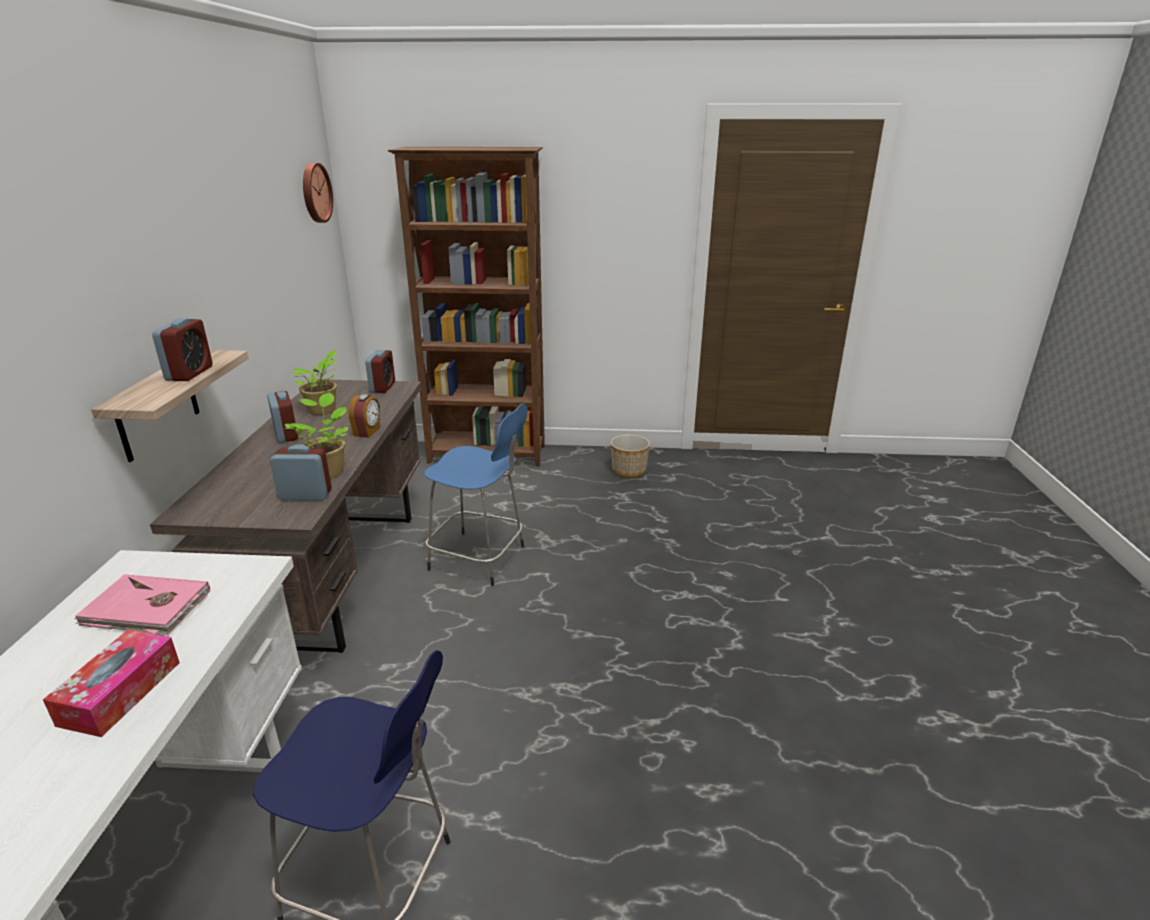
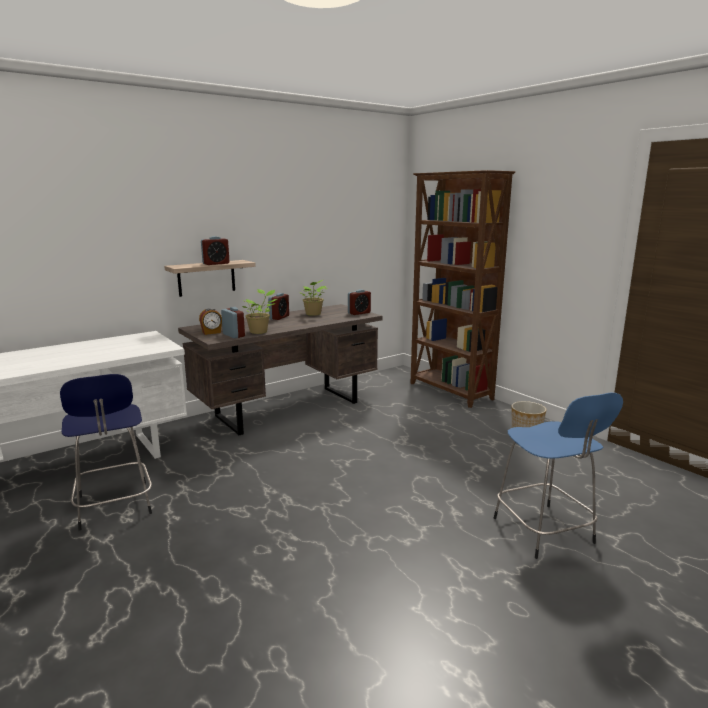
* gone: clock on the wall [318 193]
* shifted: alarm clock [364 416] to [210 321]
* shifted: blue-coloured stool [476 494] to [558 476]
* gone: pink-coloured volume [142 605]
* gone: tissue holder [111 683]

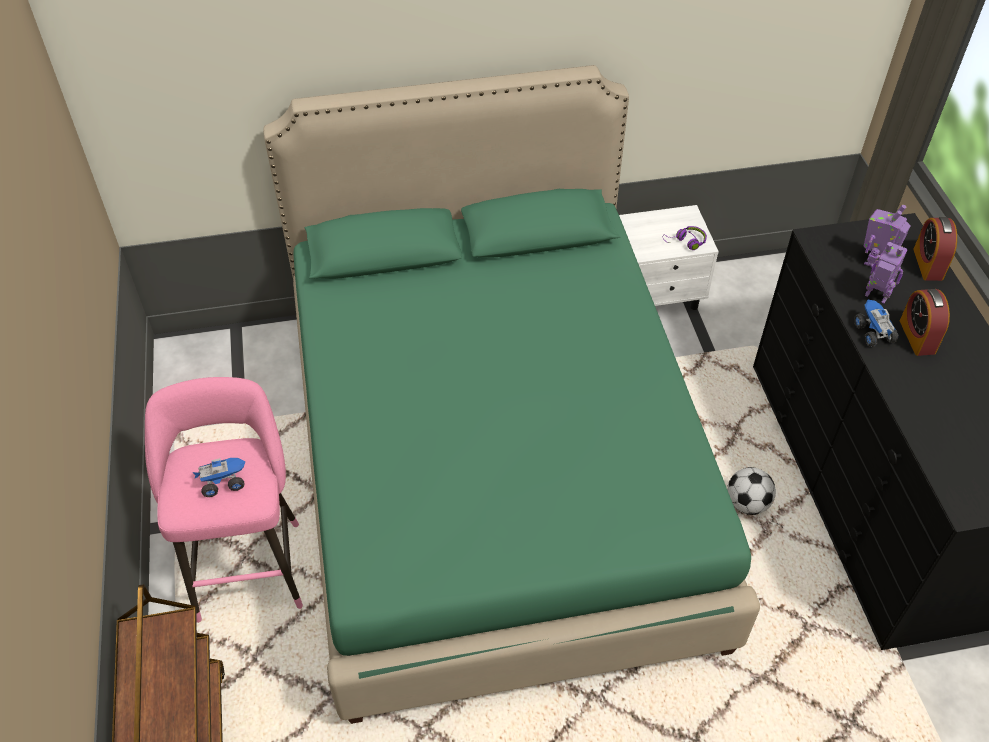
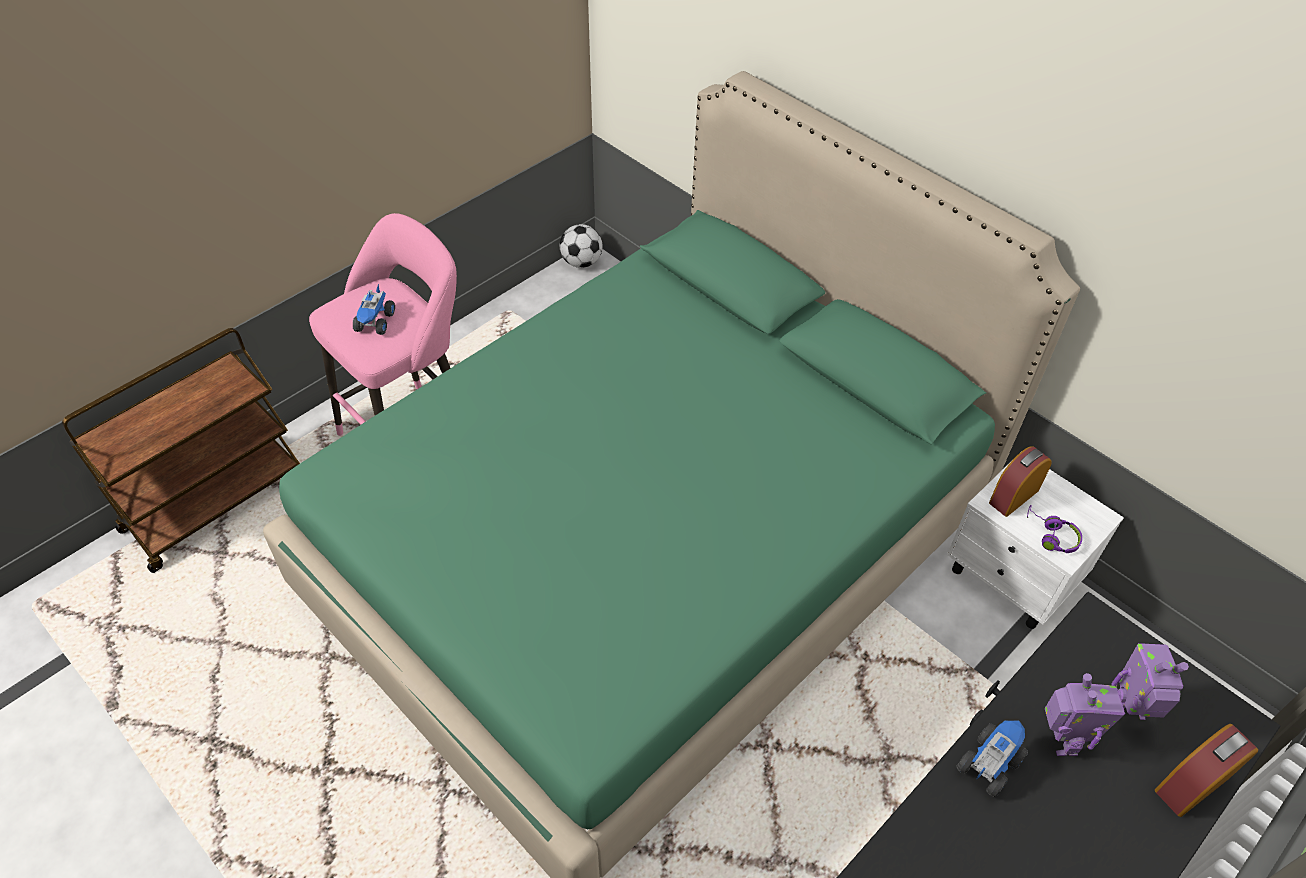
* shifted: alarm clock [925 322] to [1020 481]
* rotated: toy truck [219 477] = [374 309] 60 degrees clockwise
* shifted: ball for football [751 491] to [581 246]

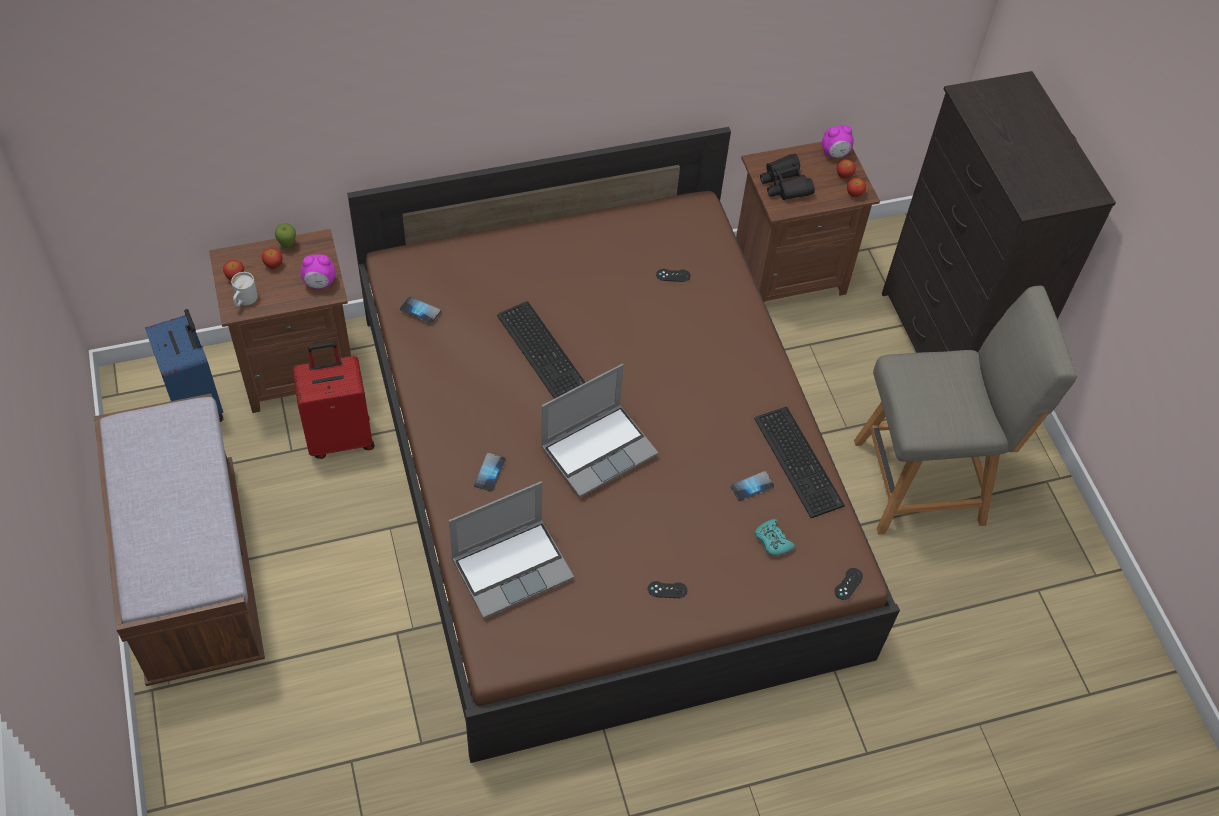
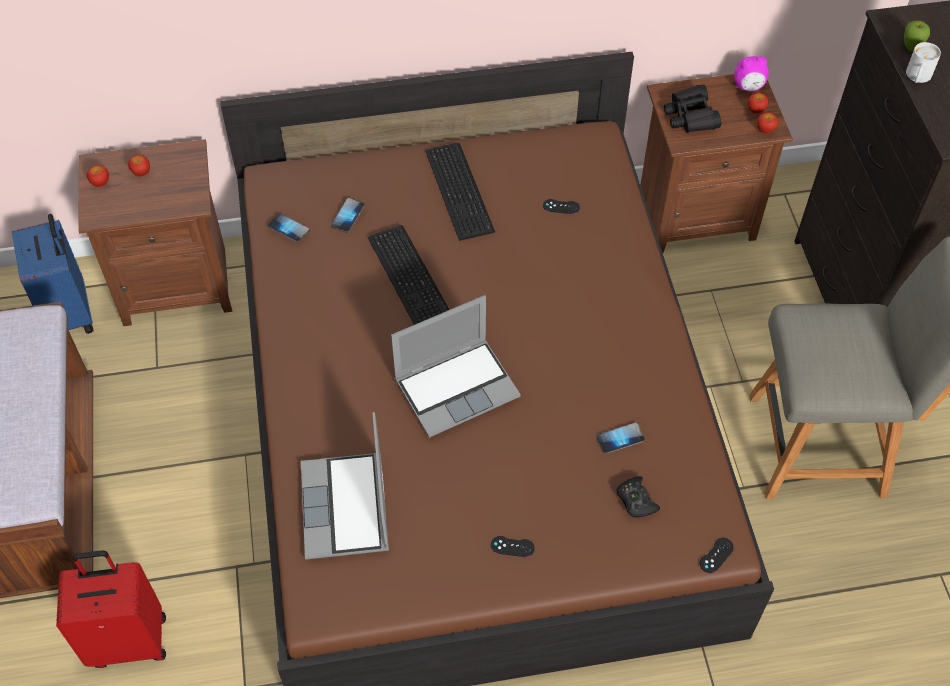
* shifted: apple [285 235] to [917 35]
* gone: alarm clock [318 271]
* shifted: white-coloured coffee mug [244 289] to [923 62]
* shifted: reddish suitcase [333 400] to [111 609]
* shifted: computer keyboard [799 462] to [460 192]
* shifted: phone [490 472] to [348 215]
* rotated: portable computer [511 550] = [345 486] 105 degrees clockwise
* repainted: turquoise-coloured gamepad [775 537] to black gamepad [638 496]

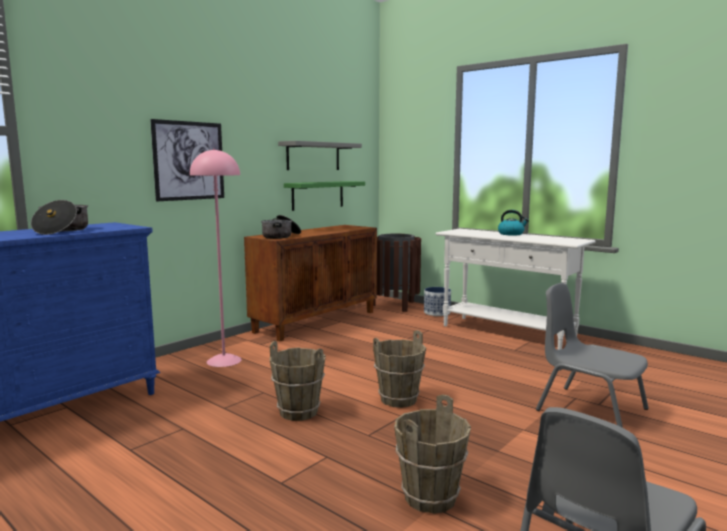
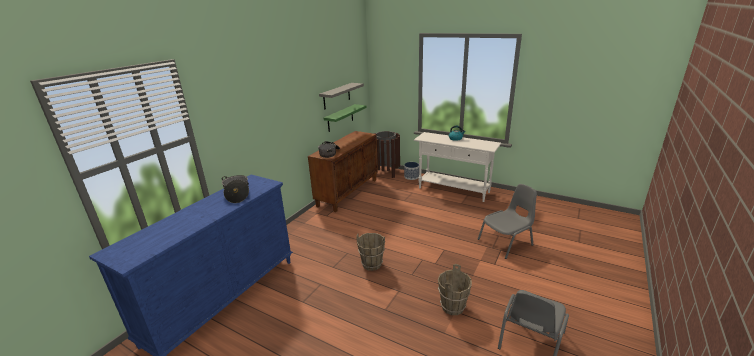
* gone: wall picture [187 160]
* gone: pink-coloured standing lamp [216 258]
* rotated: greyish plain chair [592 355] = [507 221] 120 degrees clockwise
* gone: brown-coloured bucket [399 369]

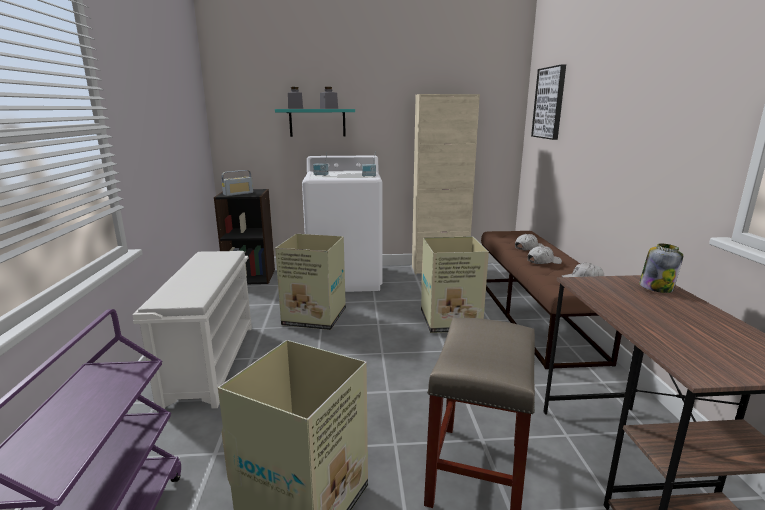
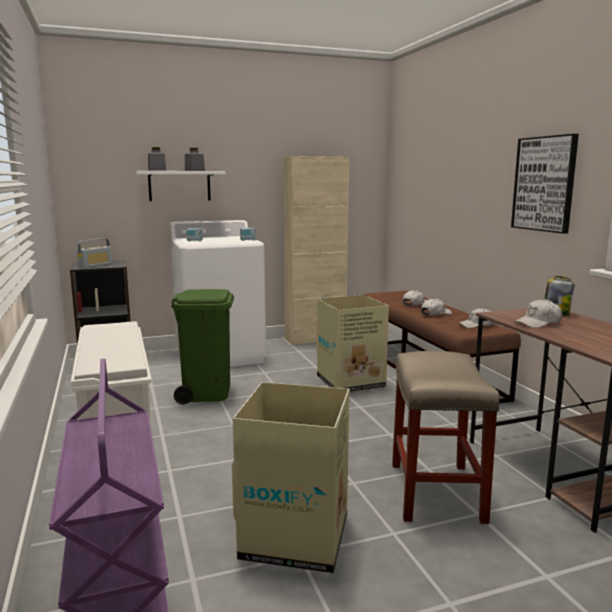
* shifted: wall picture [548 102] to [545 184]
* repainted: turquoise-coloured bracket shelf [315 123] to white-coloured bracket shelf [180 186]
* swapped: packing box [310 282] to green rubbish bin [202 346]
* new: white-coloured baseball cap [538 313]

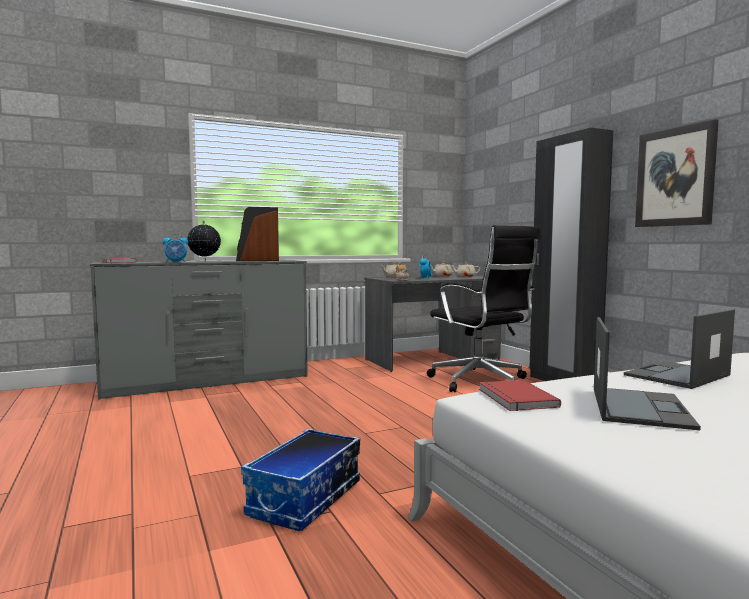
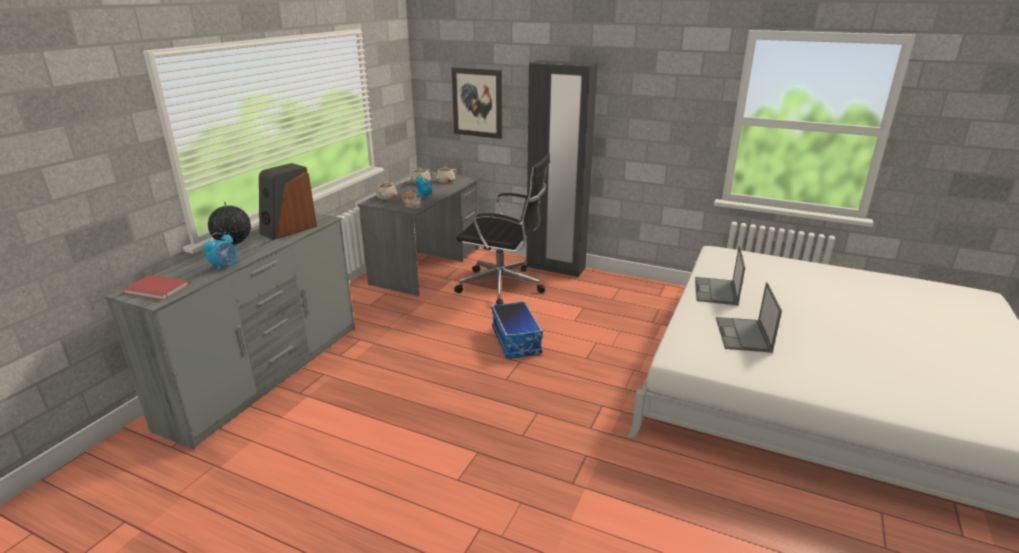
* shifted: wall picture [677 173] to [477 103]
* rotated: portable computer [647 373] = [749 317] 150 degrees counterclockwise
* gone: reddish volume [520 395]
* shifted: storage bin [300 480] to [517 330]

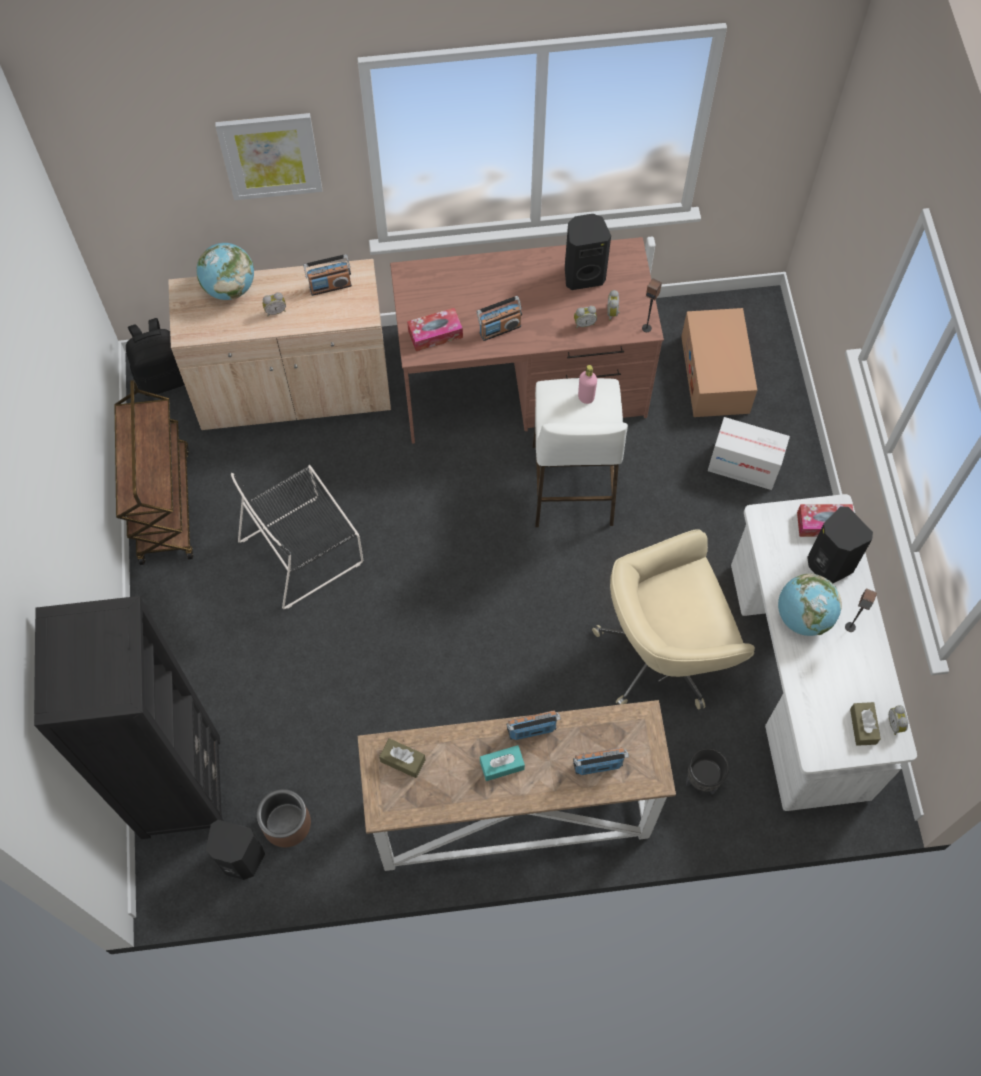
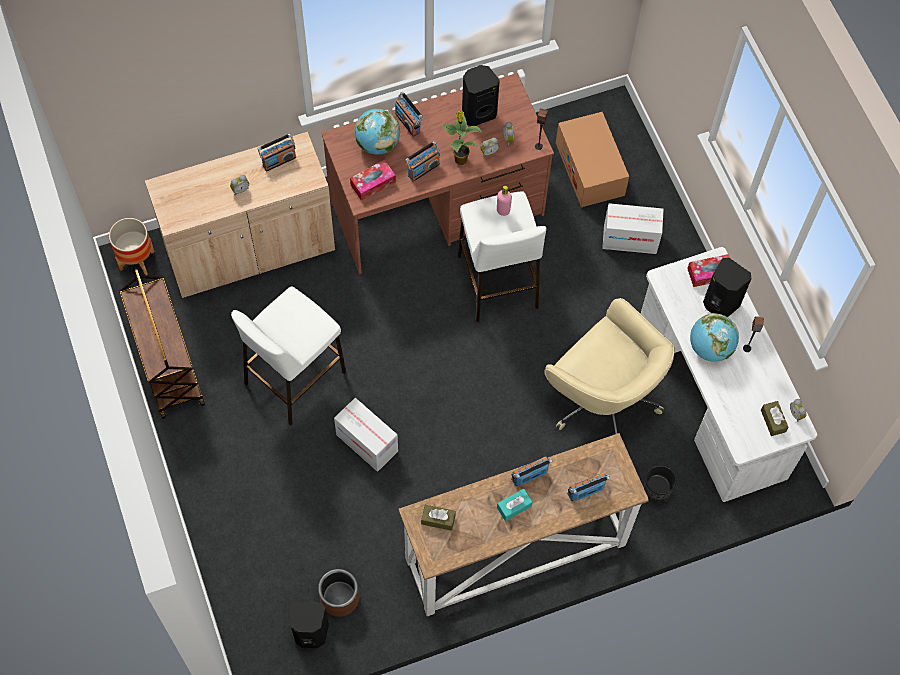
* gone: wall picture [268 156]
* shifted: world globe [225 271] to [377 132]
* swapped: black backpack [155 357] to plant pot [132 246]
* swapped: black plain chair [297 537] to white-coloured stool [289 356]
* rotated: beige office chair [673 619] = [609 366] 105 degrees counterclockwise
* gone: black bookshelf [129 717]
* new: radio set [409 114]
* new: houseplant [463 138]
* new: packing box [366 435]

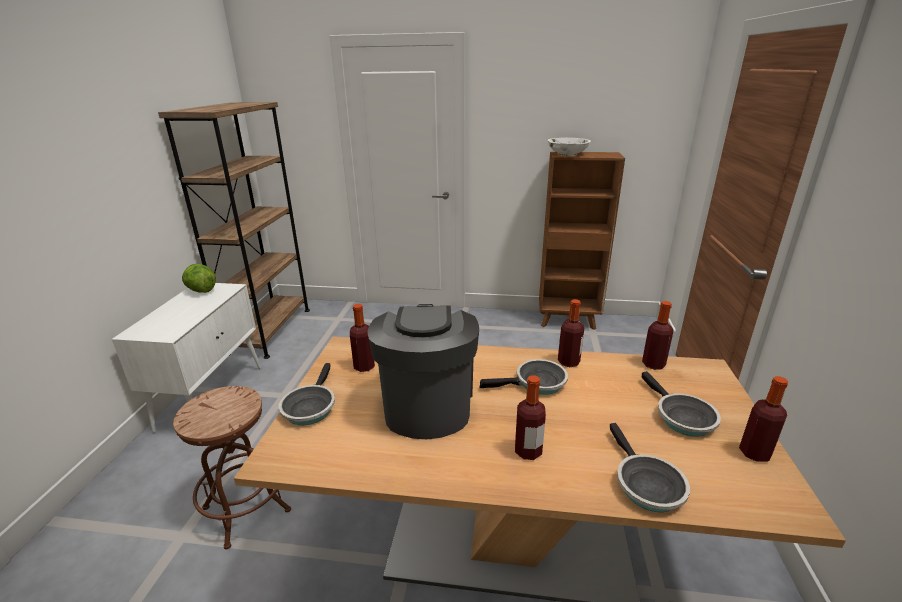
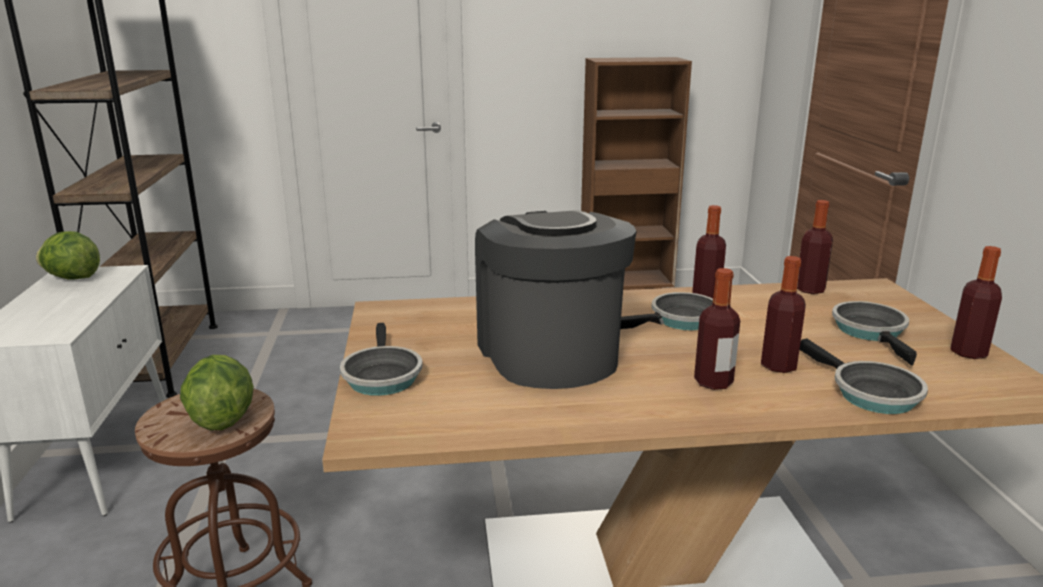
* gone: white-coloured bowl [569 147]
* shifted: drink bottle [362 338] to [783 314]
* rotated: frying pan [681 404] = [874 333] 150 degrees counterclockwise
* new: head of lettuce [217 392]

